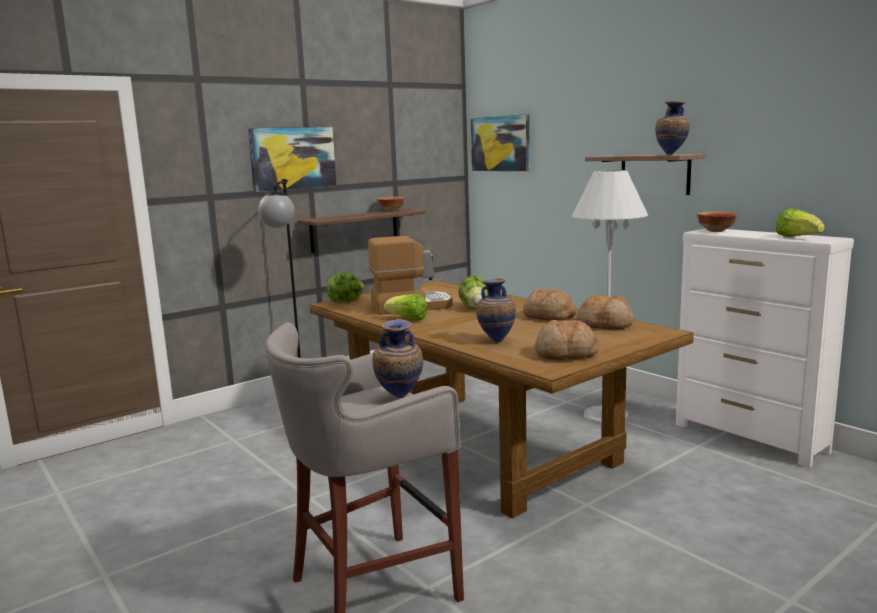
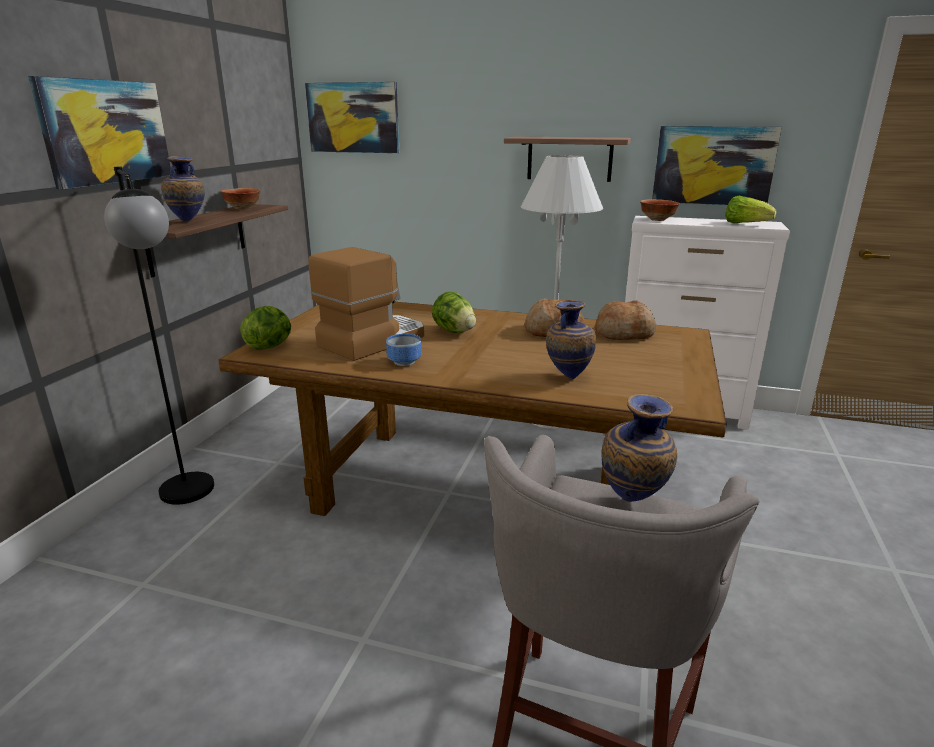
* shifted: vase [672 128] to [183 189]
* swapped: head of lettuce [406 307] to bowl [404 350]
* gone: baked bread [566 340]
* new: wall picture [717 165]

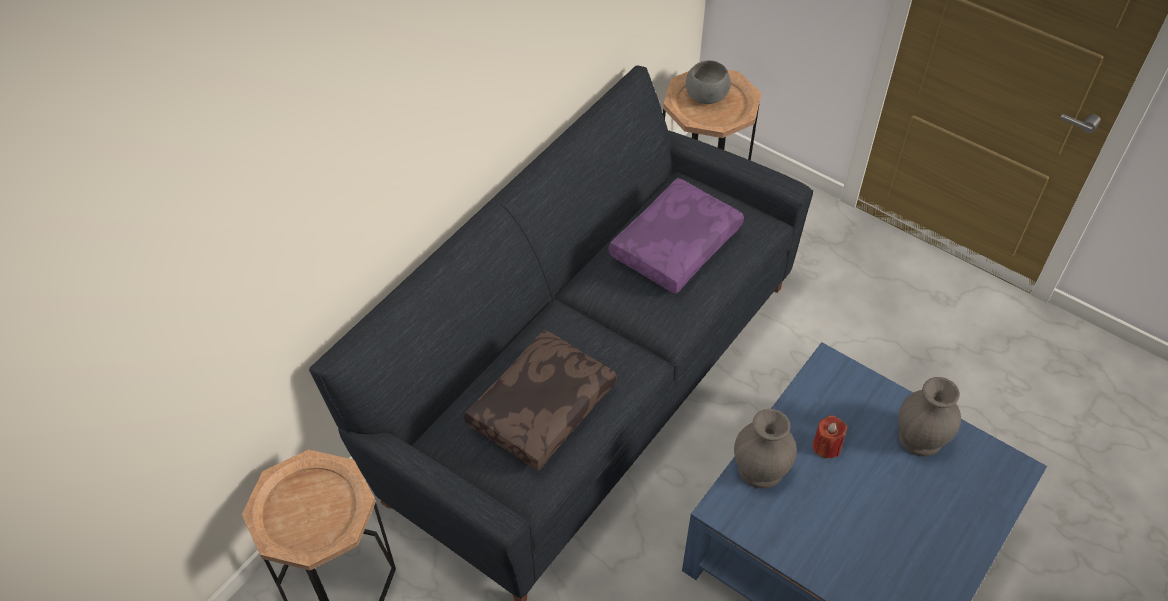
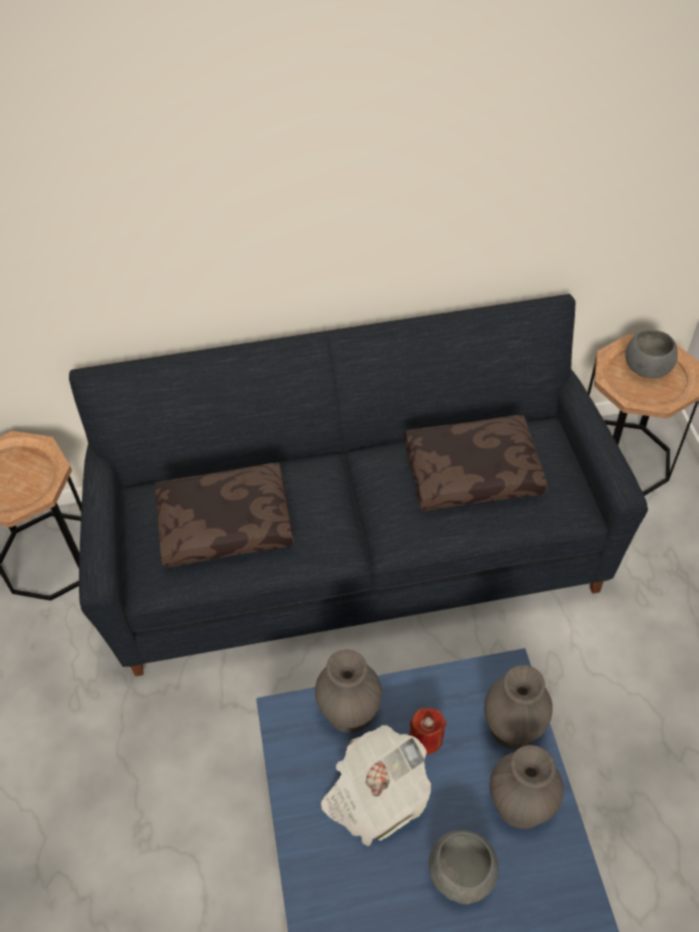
* repainted: purplish throw pillow [676 236] to brown-coloured throw pillow [475 463]
* new: greyish vase [518 707]
* new: daily paper [376 785]
* new: greyish bowl [464 867]

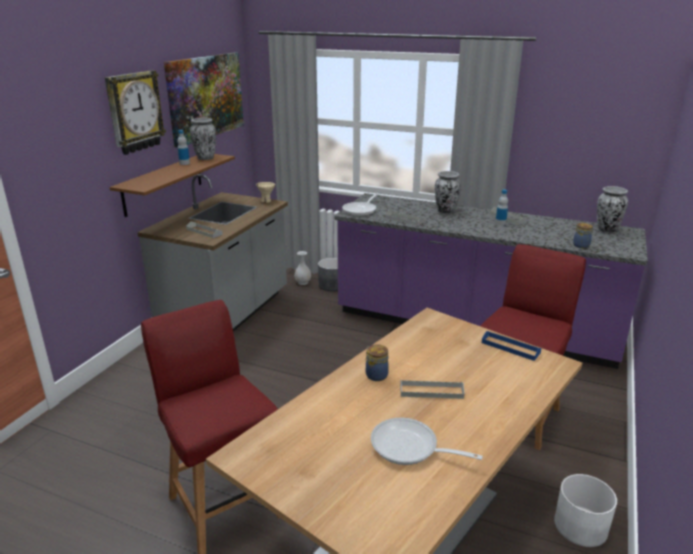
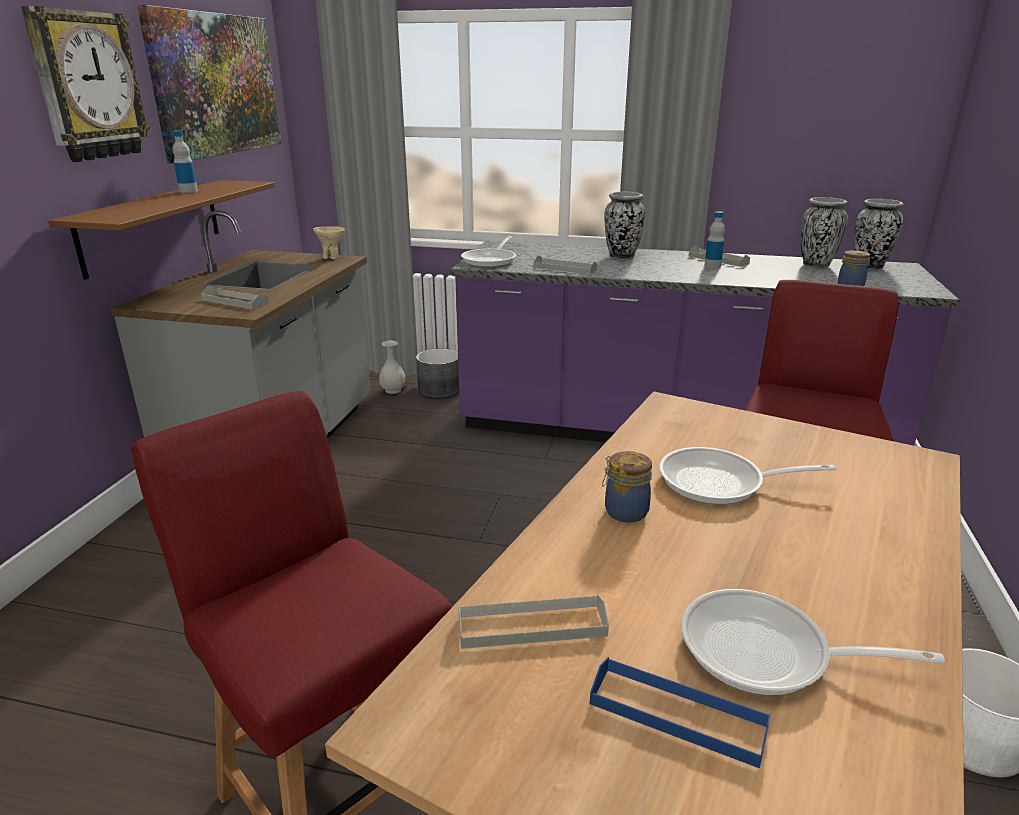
* shifted: vase [203 139] to [824 232]
* shifted: blue-coloured tray [511 346] to [680 712]
* shifted: greyish tray [432 389] to [533 621]
* new: frying pan [747 476]

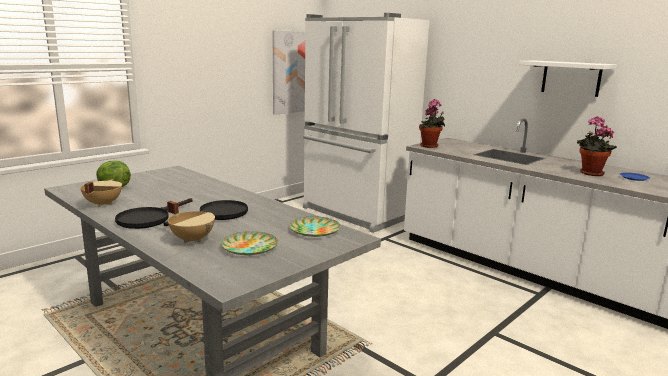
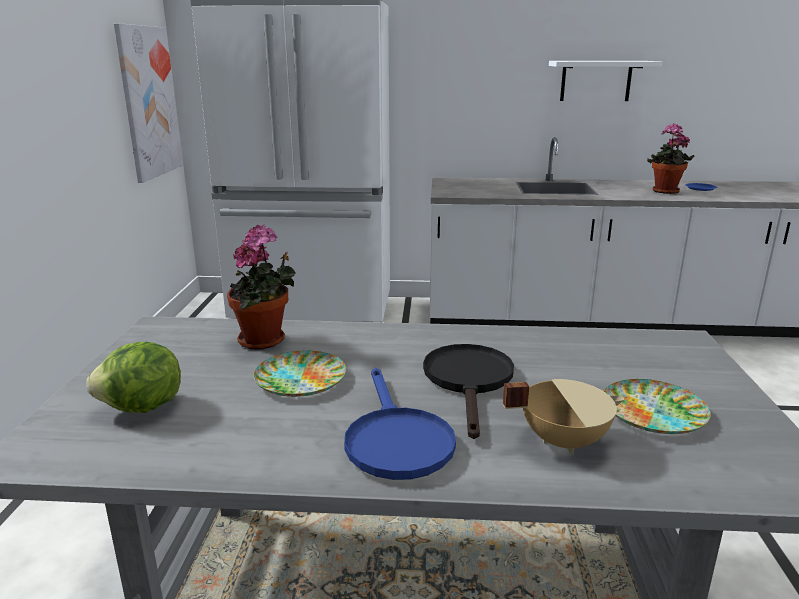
* shifted: houseplant [432 123] to [261 287]
* gone: beige stockpot [101 193]
* repainted: black frying pan [153 213] to blue-coloured frying pan [400 424]
* shifted: flat dish [314 226] to [300 374]

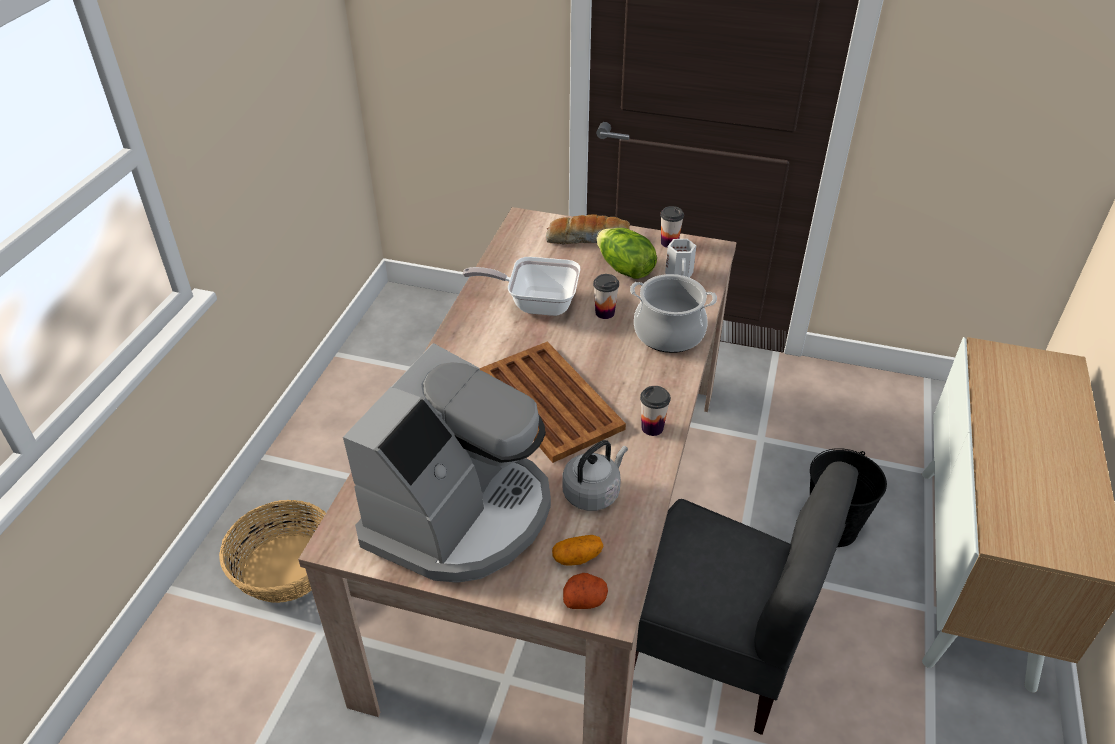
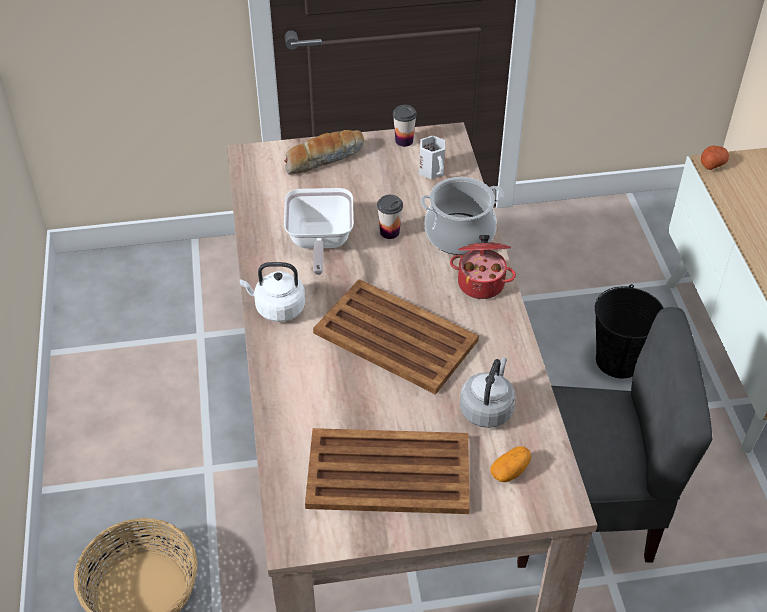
* gone: head of lettuce [626 253]
* rotated: frying pan [521 286] = [319 231] 75 degrees counterclockwise
* swapped: coffee maker [447 463] to brown-coloured tray [387 471]
* gone: drinking cup [655 411]
* shifted: potato [585 591] to [715 157]
* new: stockpot [483 267]
* new: white-coloured water kettle [272 292]

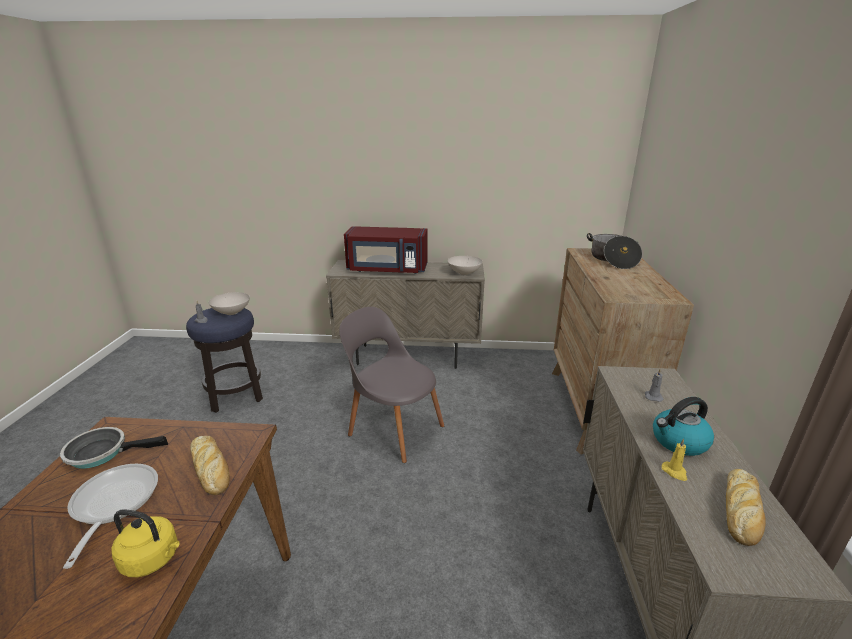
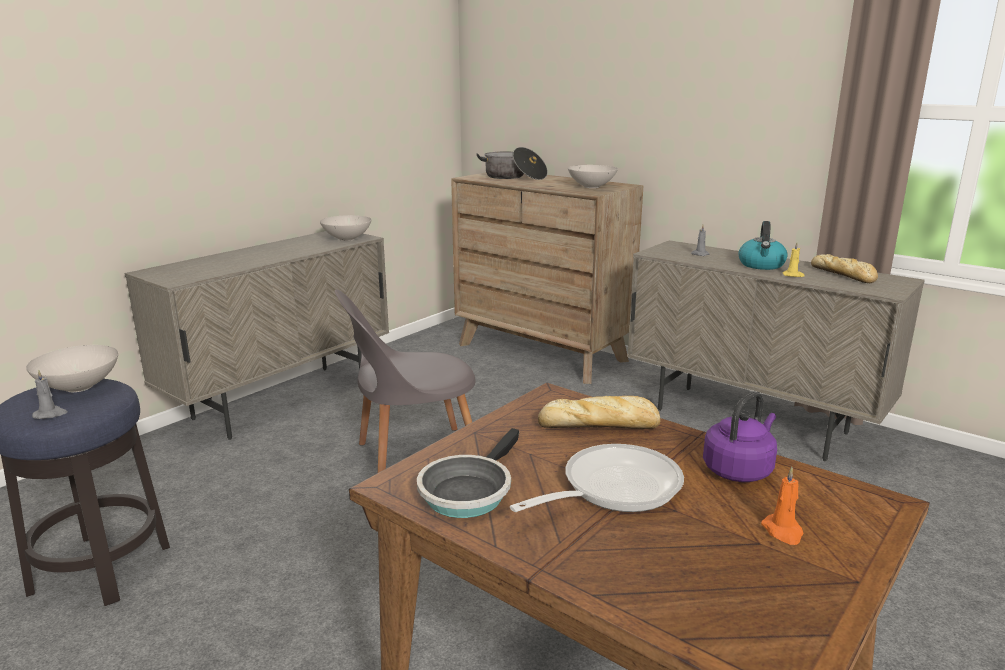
* gone: reddish kitchen microwave [386 250]
* rotated: frying pan [110 516] = [597 478] 120 degrees clockwise
* repainted: yellowish water kettle [145 543] to purplish water kettle [740 436]
* new: white-coloured bowl [593 176]
* new: orange-coloured candle [782 506]

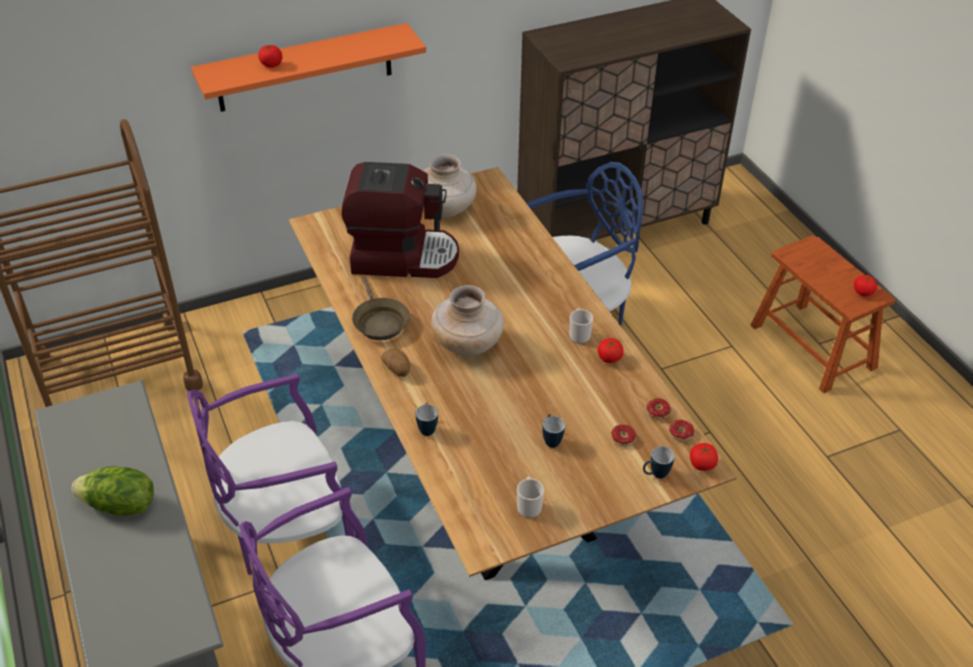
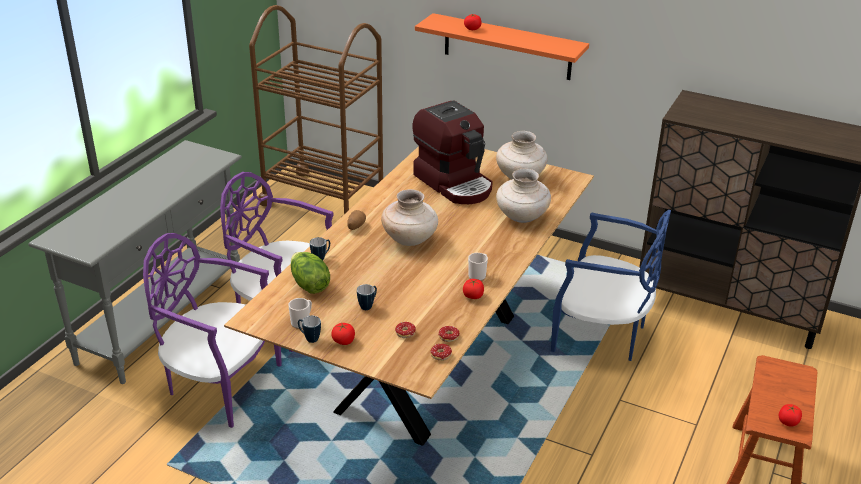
* gone: brown-coloured frying pan [381 308]
* shifted: tomato [704 457] to [343 334]
* shifted: coffee mug [659 462] to [309 329]
* shifted: head of lettuce [113 491] to [310 273]
* new: beige vase [523 195]

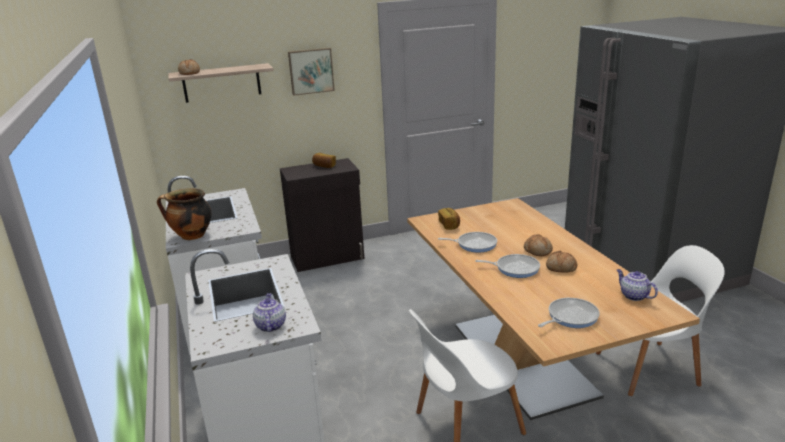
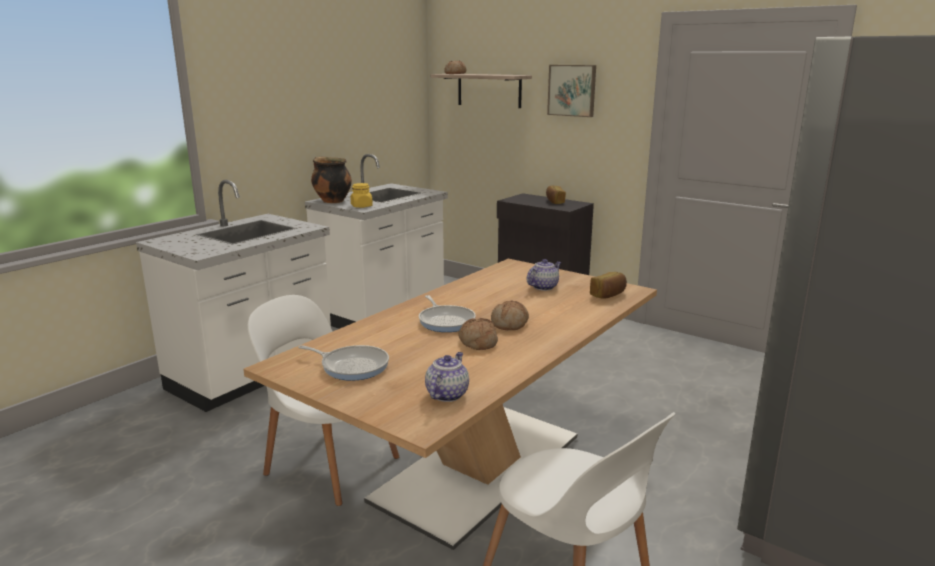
* shifted: baked bread [449 219] to [608 285]
* gone: frying pan [467 242]
* shifted: teapot [269 312] to [544 275]
* new: yellowish preserve jar [362 195]

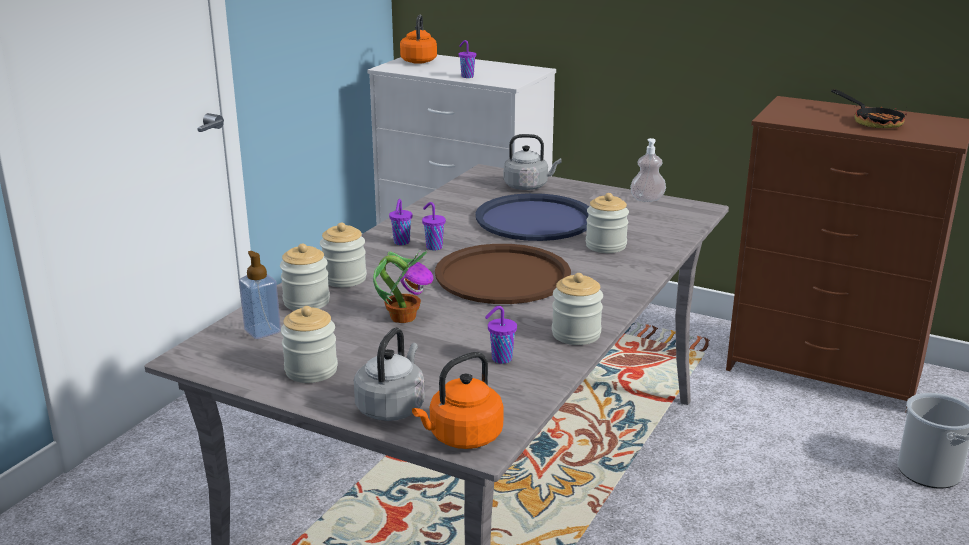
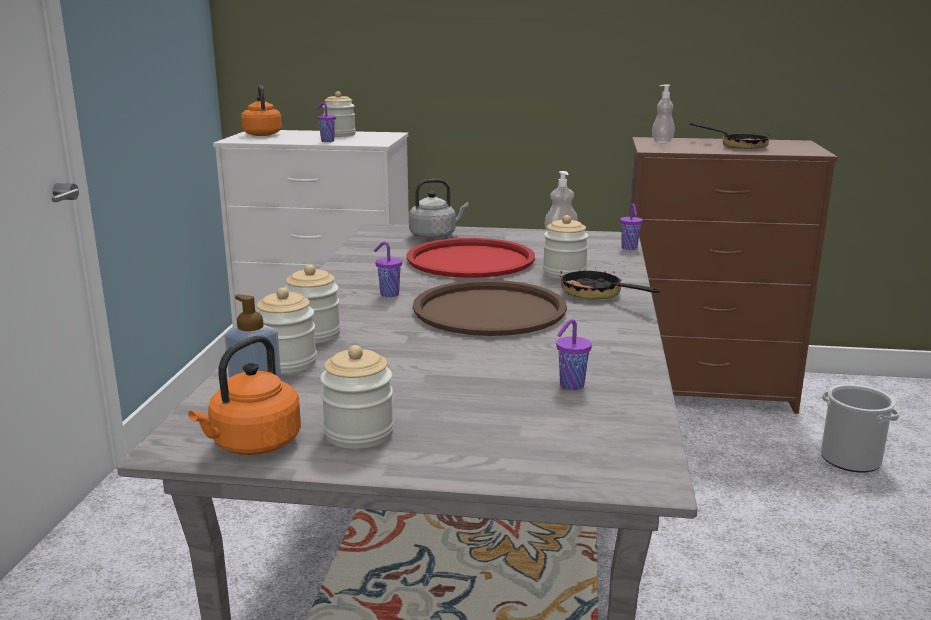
* repainted: blue-coloured tray [532 217] to reddish tray [470 258]
* shifted: purplish drinking cup [400 222] to [631 227]
* gone: houseplant [403 286]
* shifted: preserve jar [577 309] to [339 114]
* gone: greyish water kettle [389 374]
* shifted: orange-coloured water kettle [458 400] to [244 395]
* new: liquid soap bottle [663 114]
* new: frying pan [609 283]

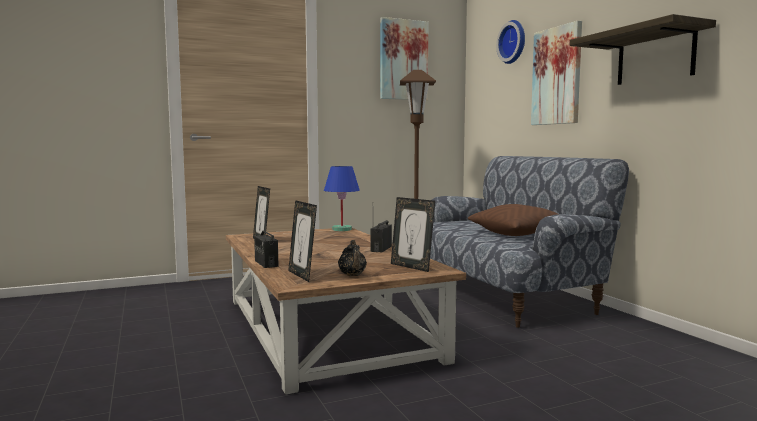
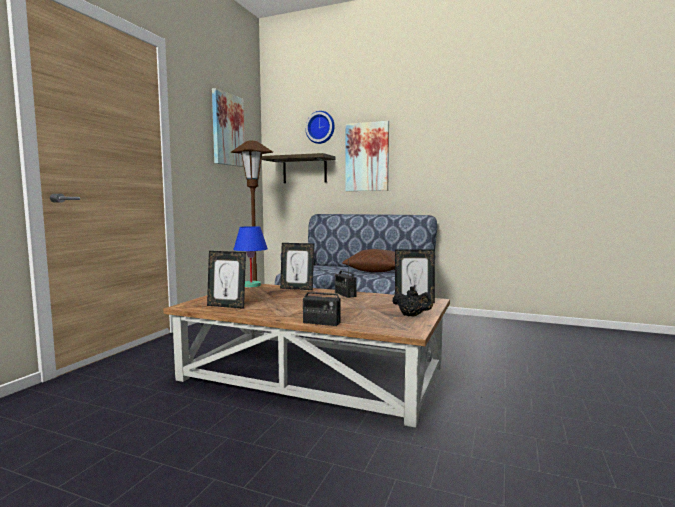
* shifted: bracket shelf [643 49] to [298 168]
* shifted: standing frame [302 241] to [297 266]

